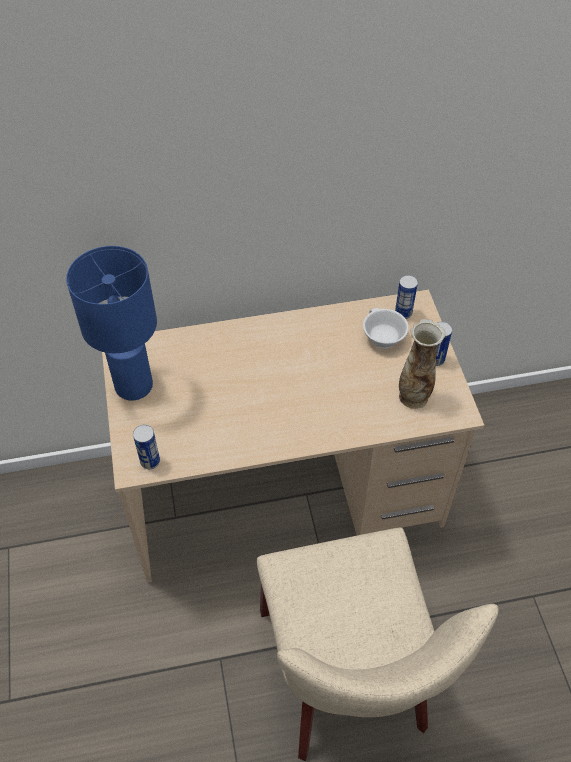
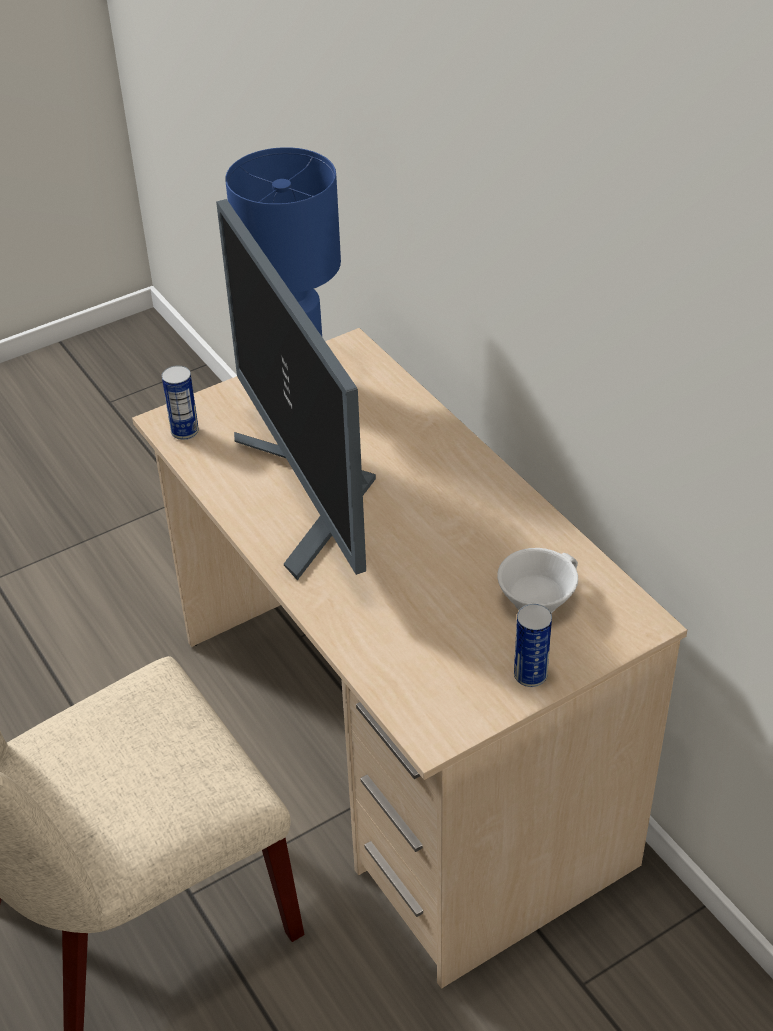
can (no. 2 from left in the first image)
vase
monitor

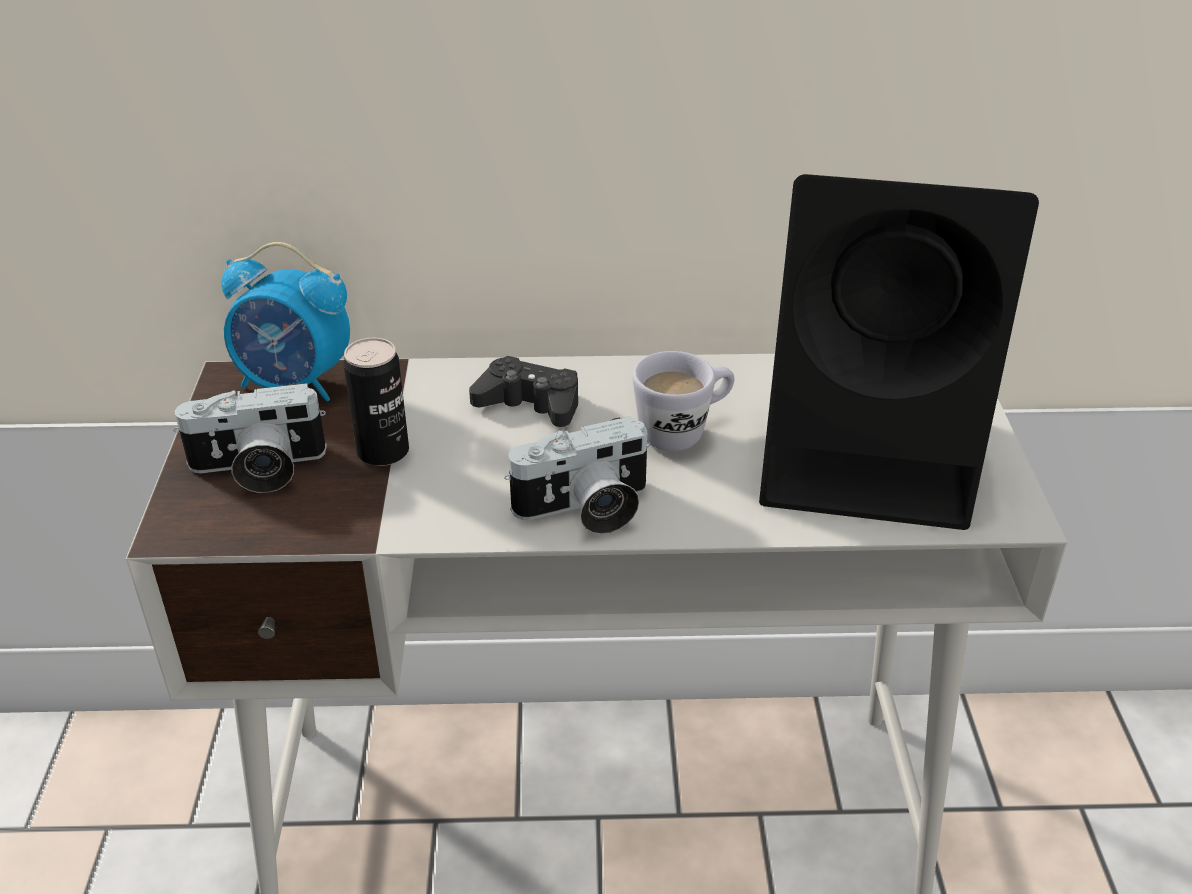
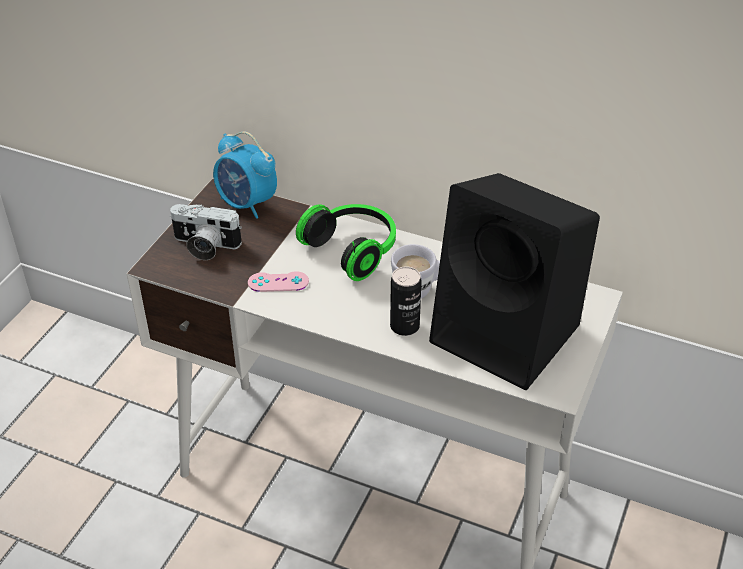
can
headphones
photo camera (no. 2 from left in the first image)
game controller (pink)

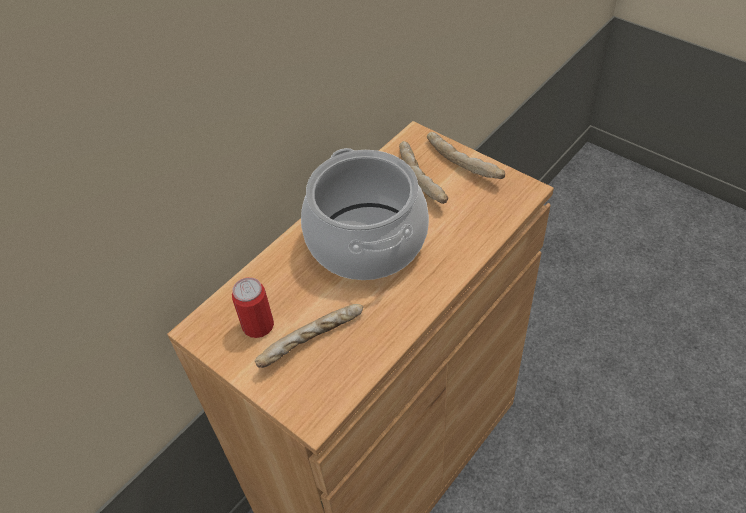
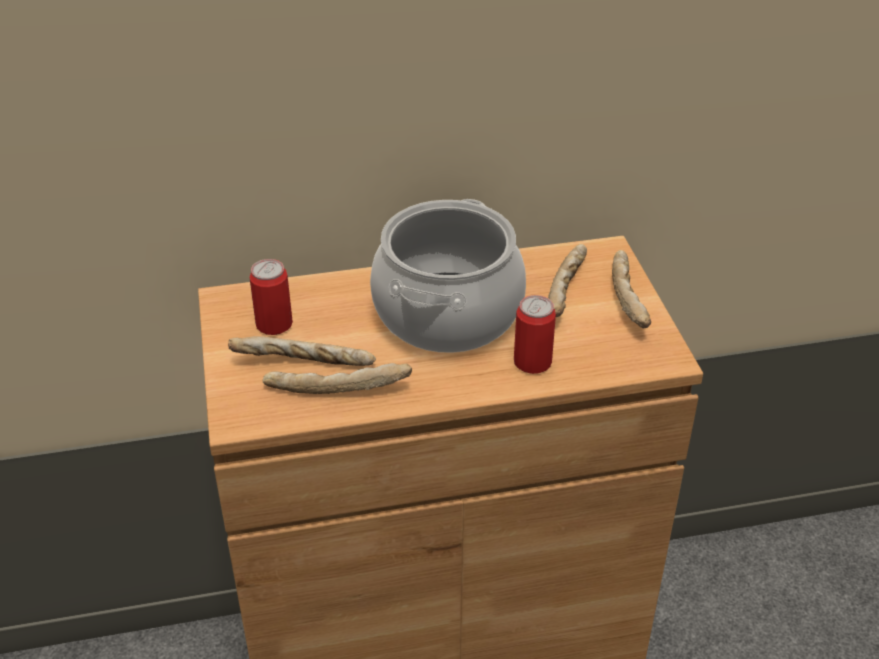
can (no. 2 from left)
bread (no. 2 from left)

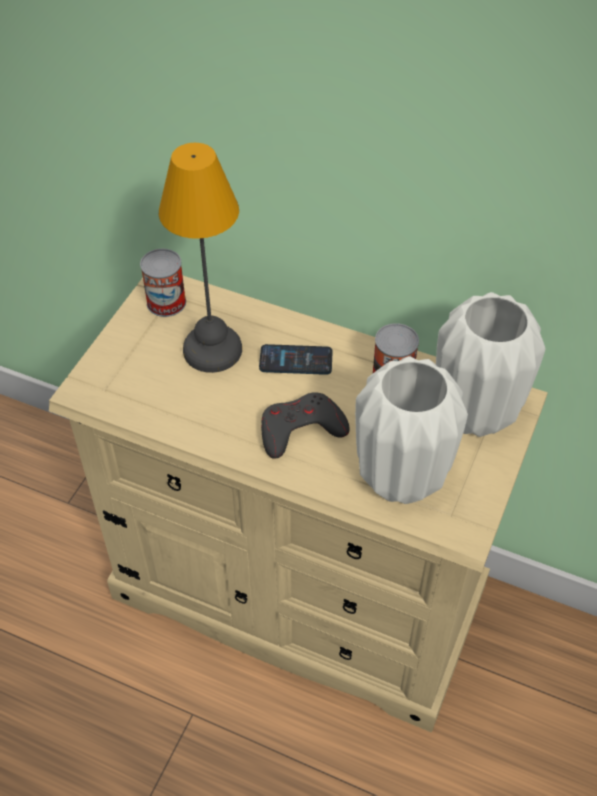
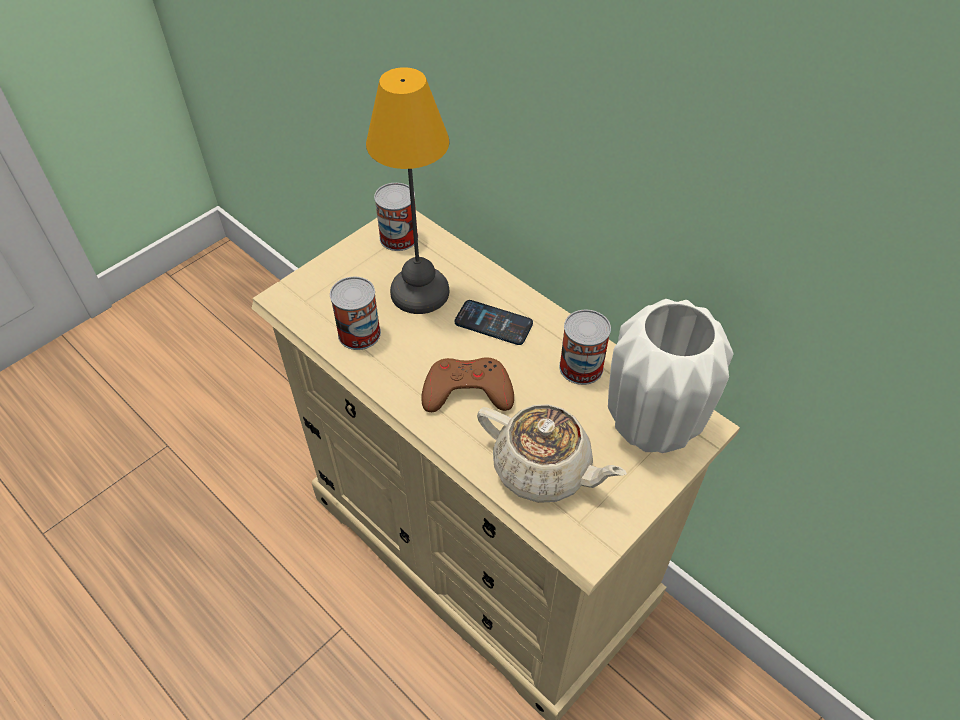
teapot (beige)
game controller (brown)
can (no. 1 from left)

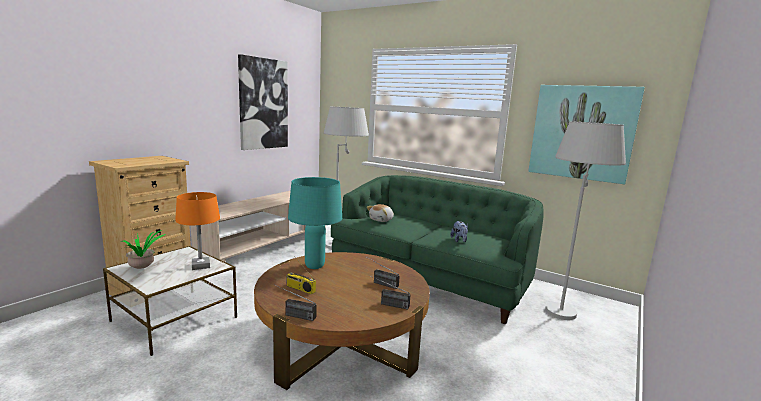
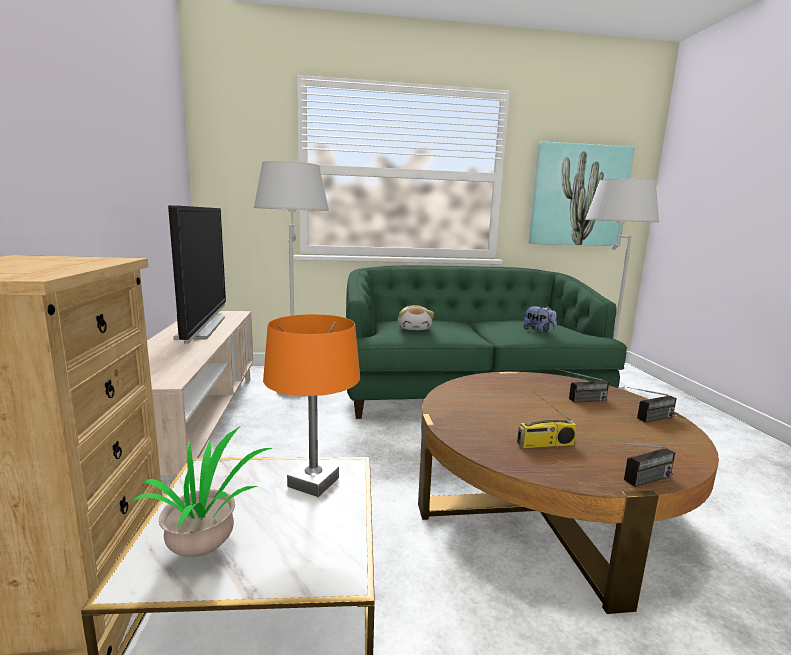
picture (no. 1 from left in the first image)
table lamp (turquoise)
television

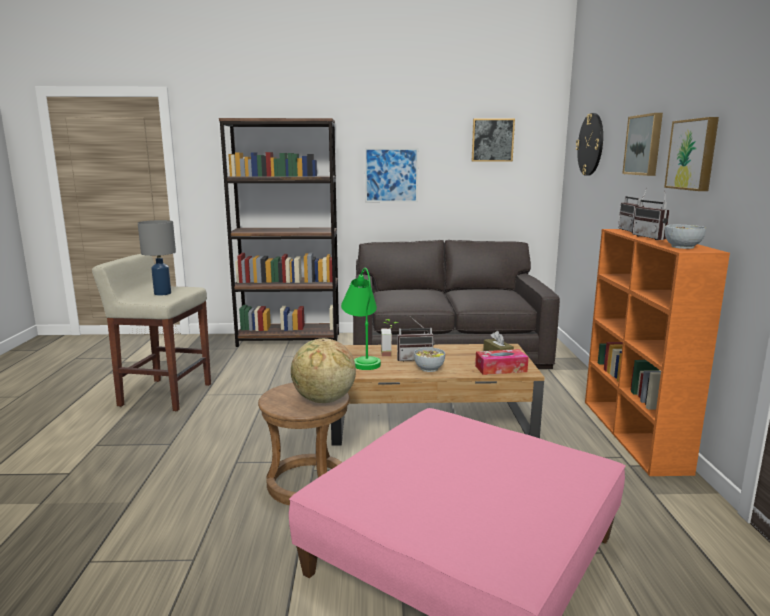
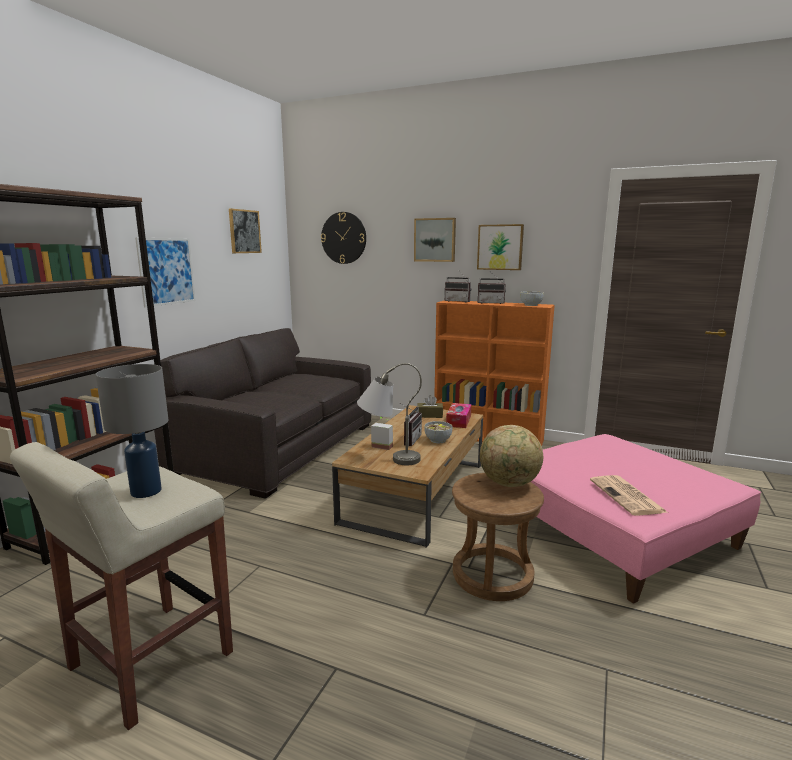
table lamp (grey) (no. 2 from left)
newspaper

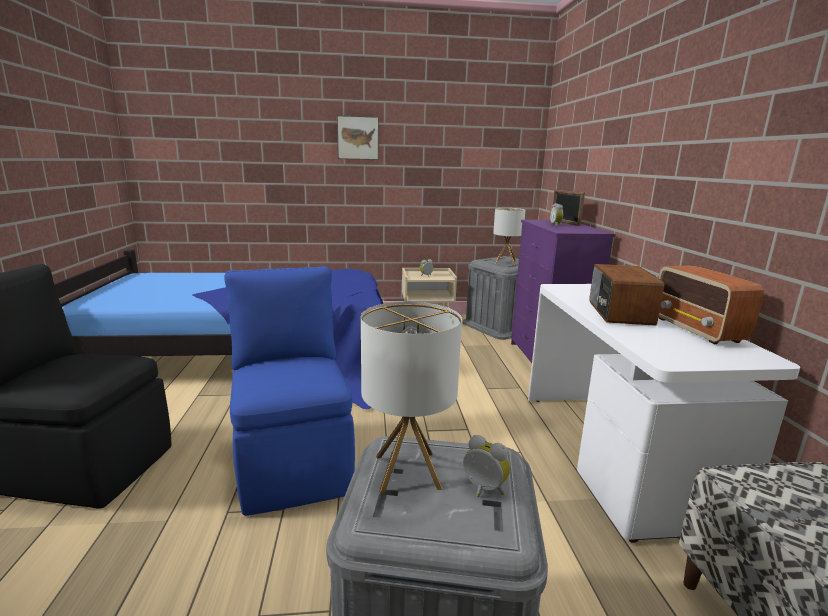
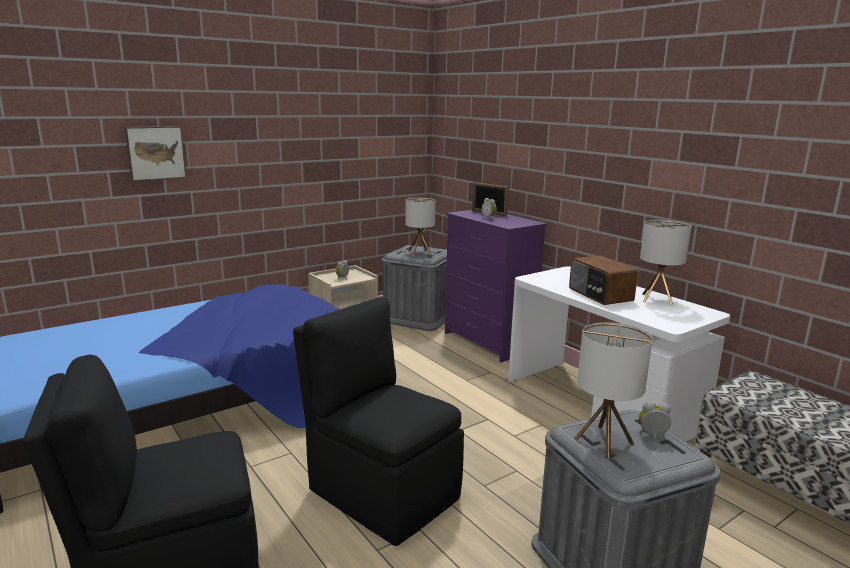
picture
chair (black) (no. 2 from left)
table lamp (no. 3 from left)

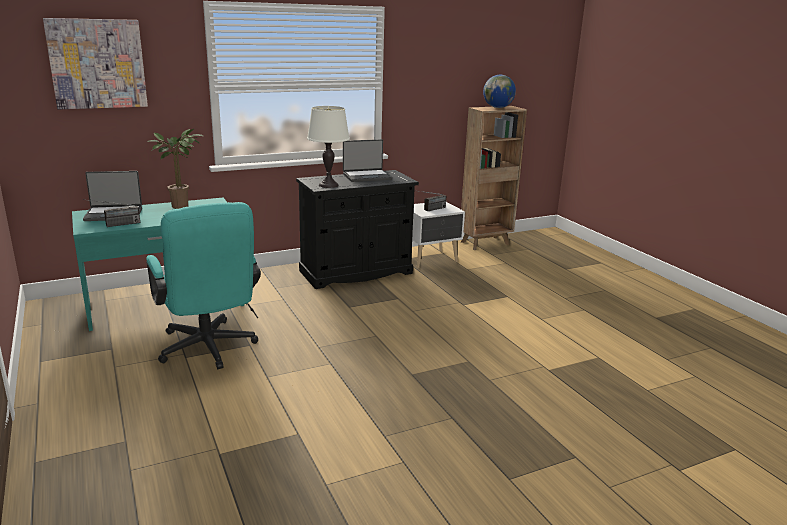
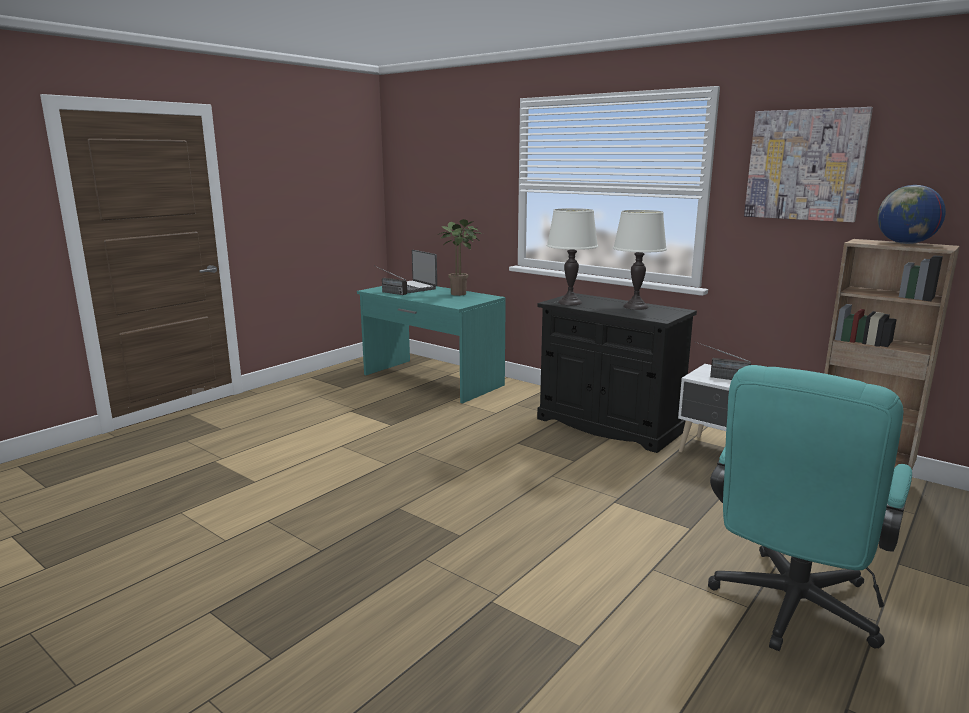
picture
table lamp (white) (no. 2 from left)
office chair (turquoise)

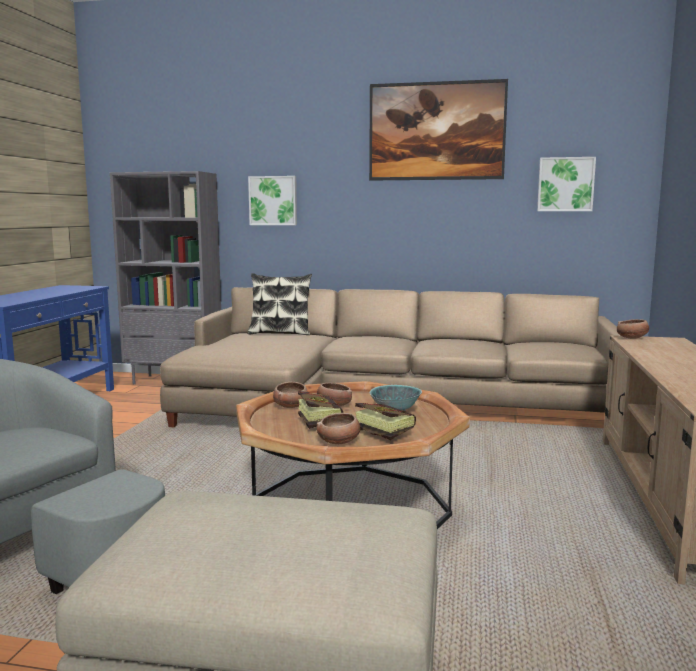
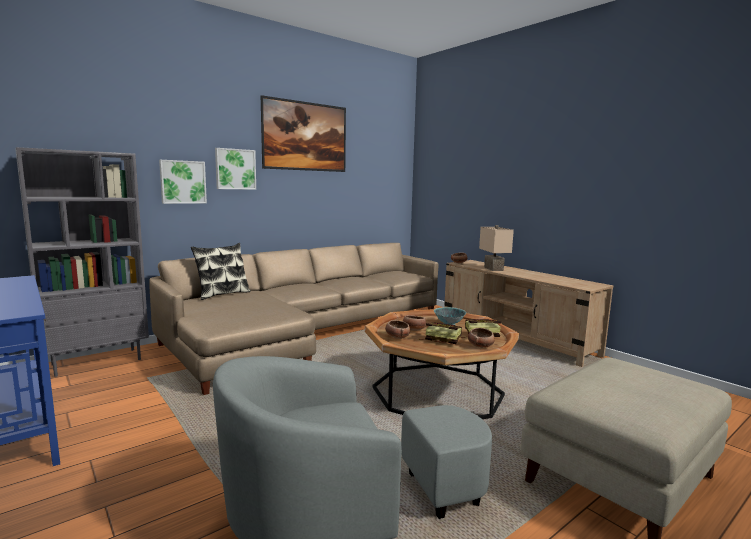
picture (no. 2 from left)
table lamp (beige)

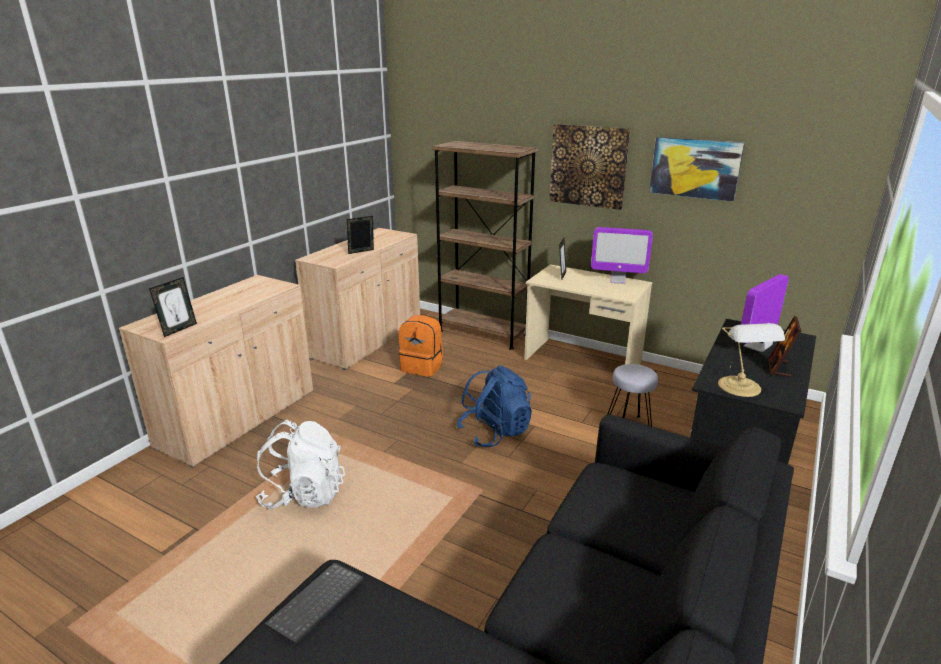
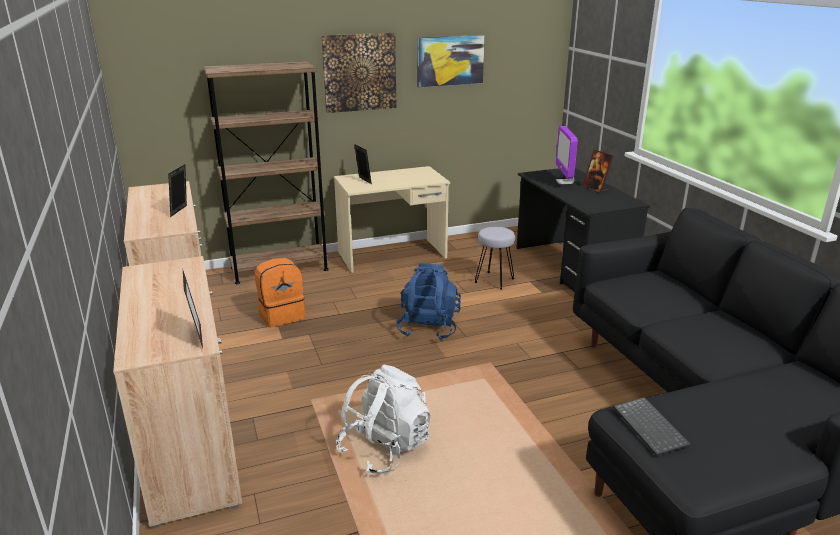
monitor (no. 1 from left in the first image)
table lamp

